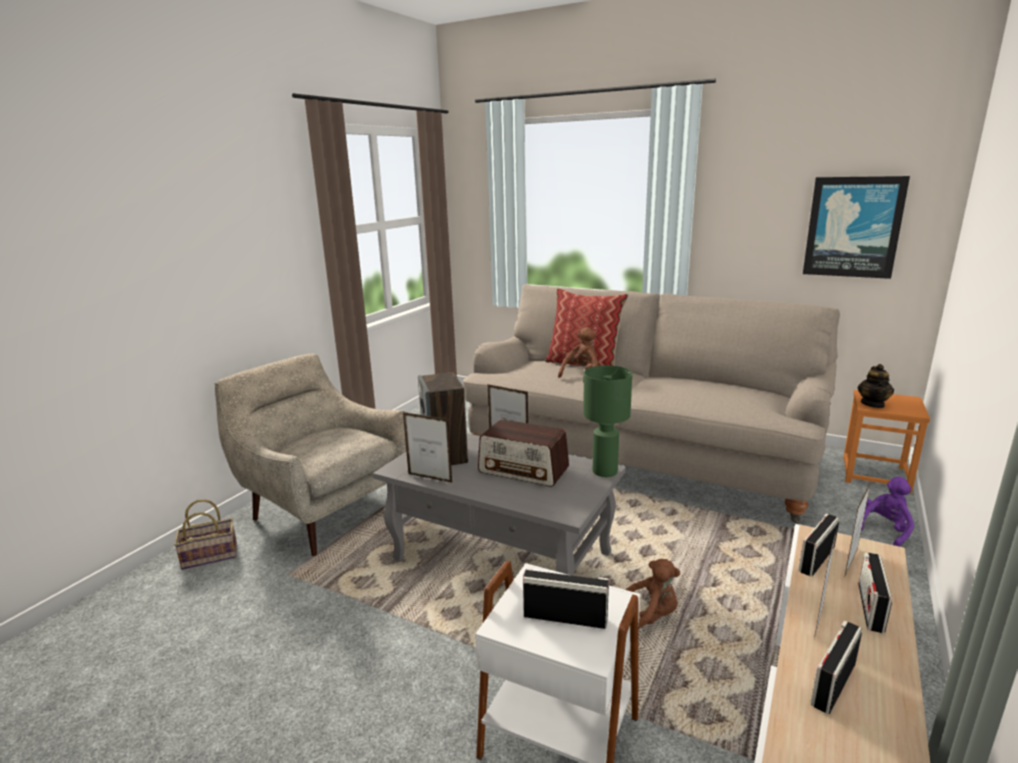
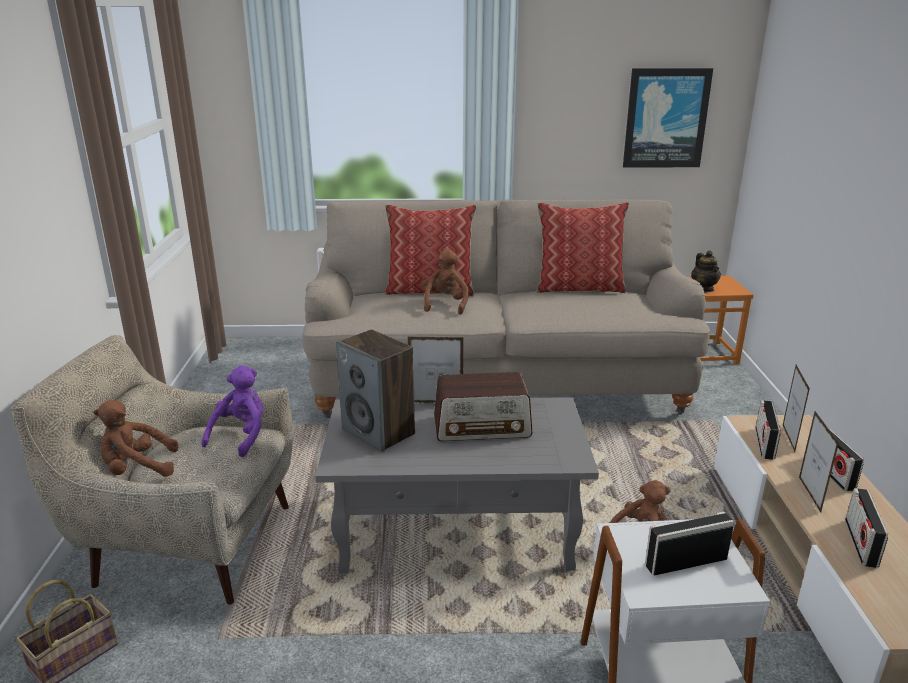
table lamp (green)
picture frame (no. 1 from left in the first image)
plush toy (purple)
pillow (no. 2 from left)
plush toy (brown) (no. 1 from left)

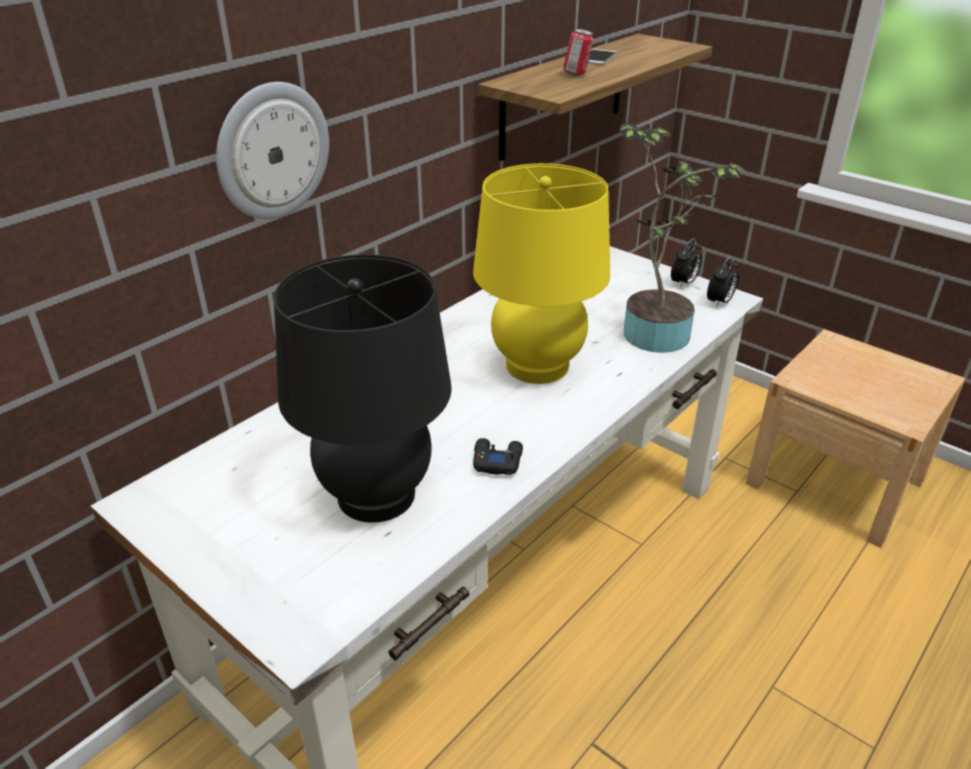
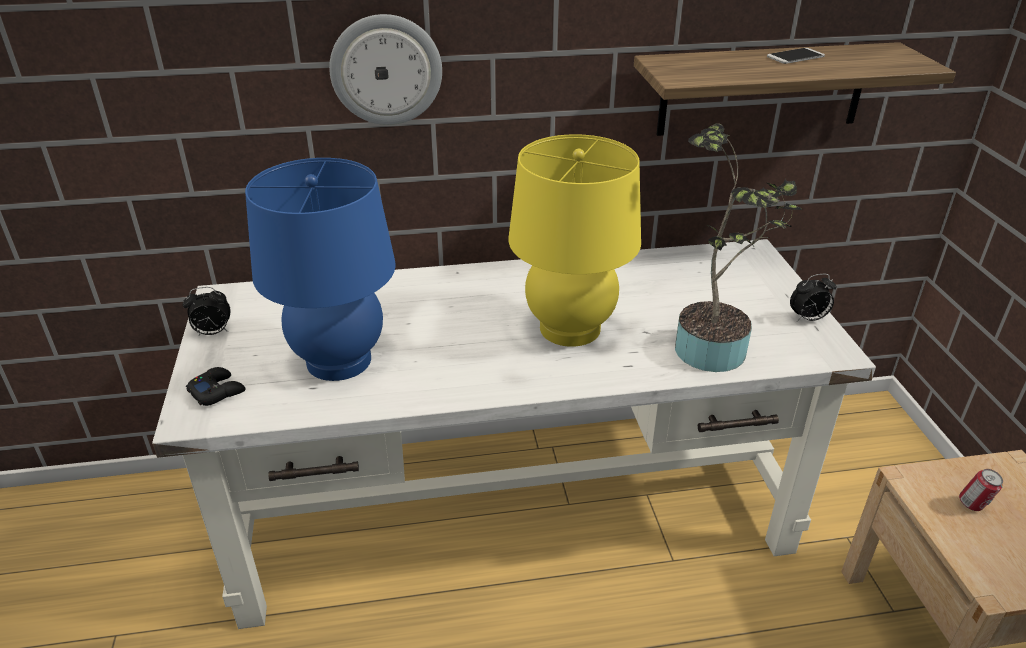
can
table lamp (blue)
alarm clock (no. 1 from left)
game controller (black)

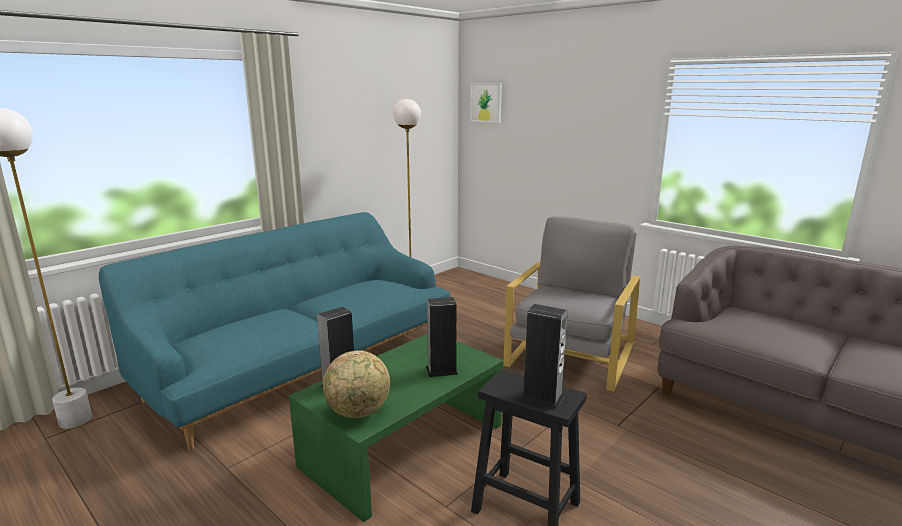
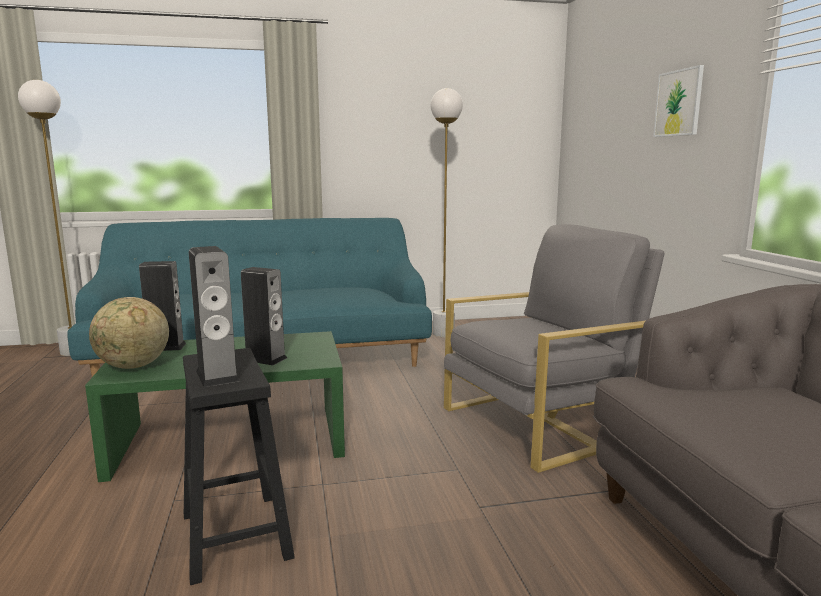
picture

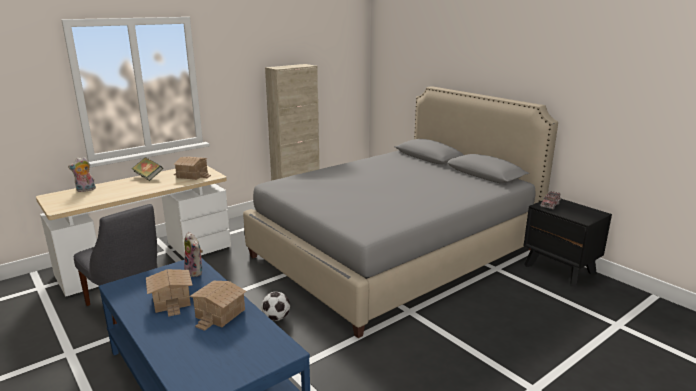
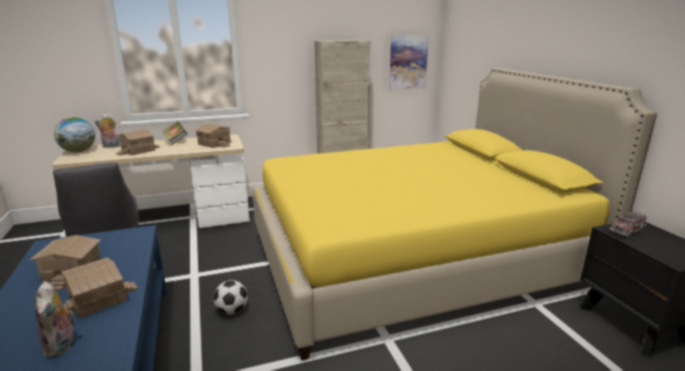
bed (yellow)
plush toy (no. 1 from left)
picture
globe
toy house (no. 3 from left)

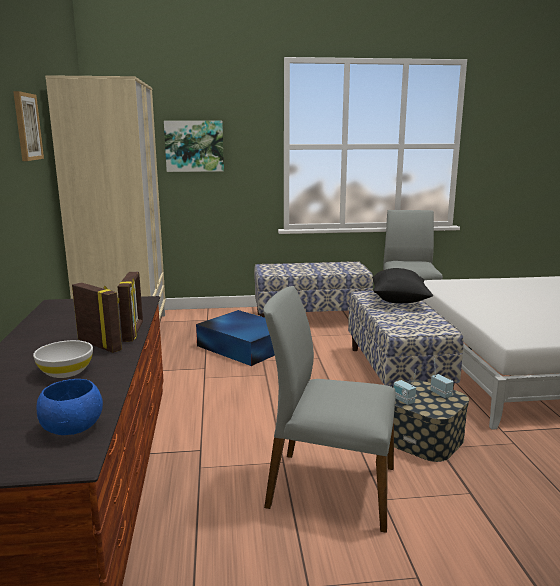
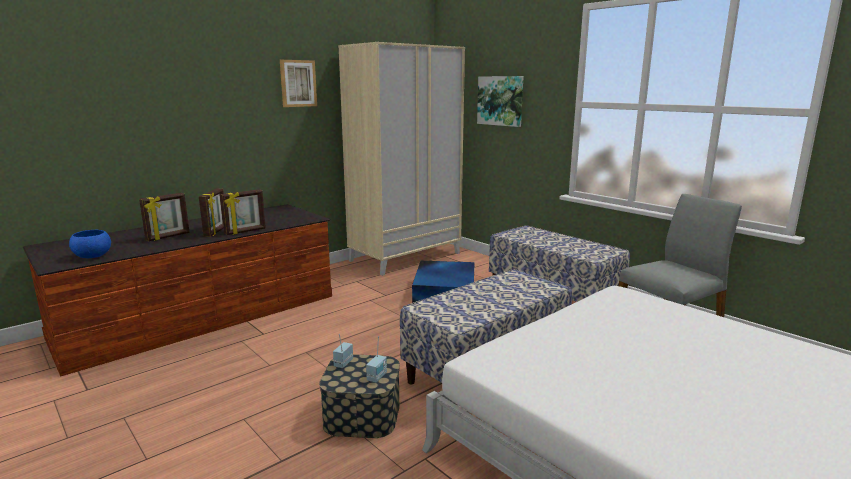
pillow (black)
chair (grey) (no. 1 from left in the first image)
picture frame (no. 1 from left)

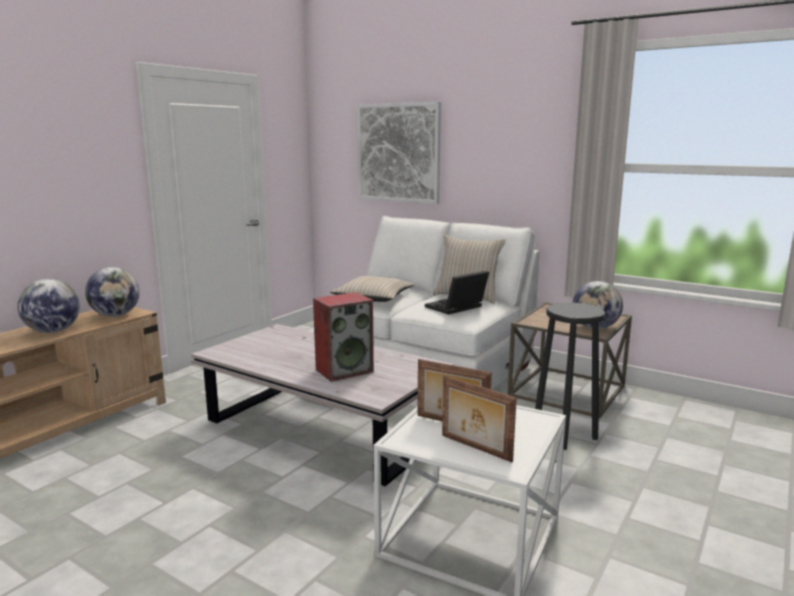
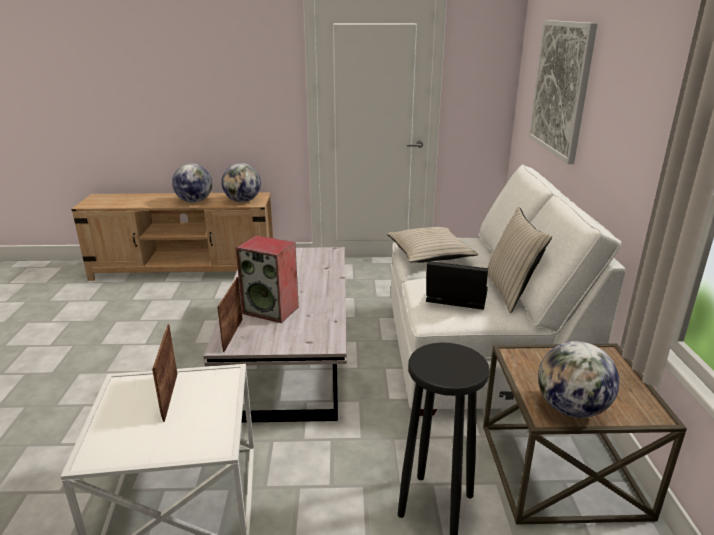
picture frame (no. 2 from left)

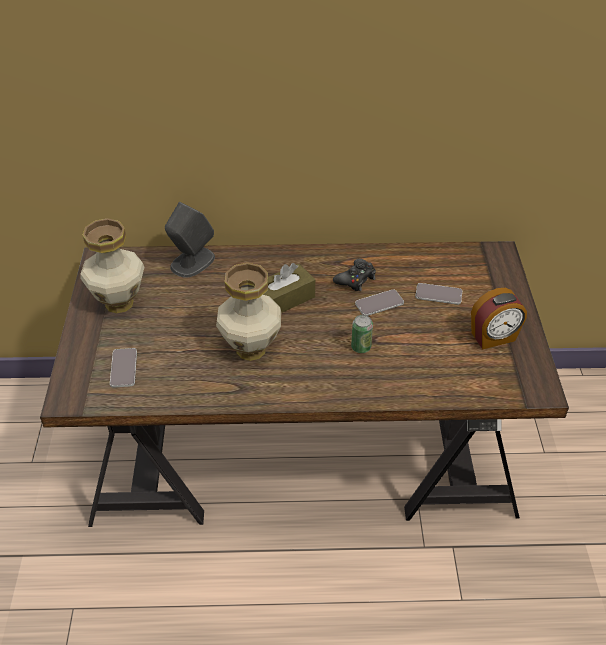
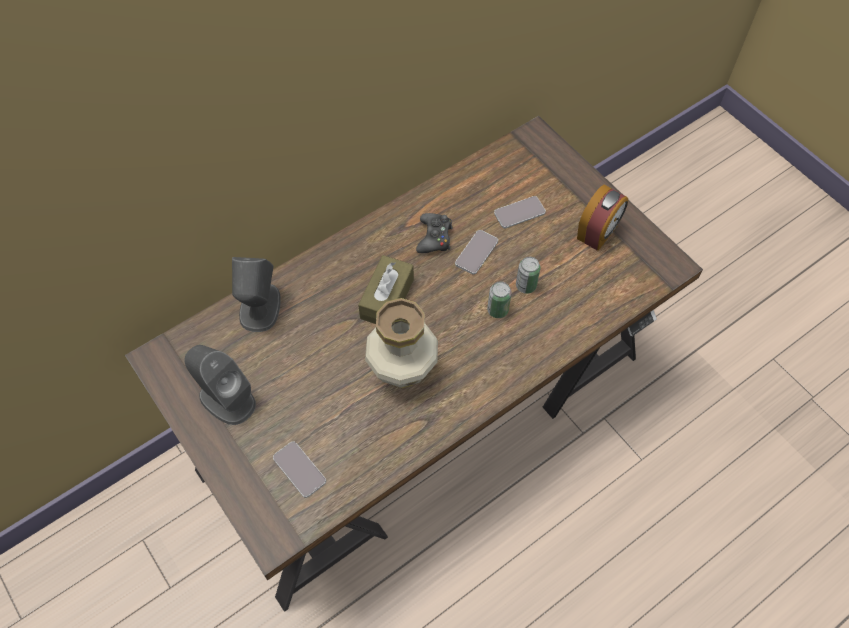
speaker (grey) (no. 1 from left)
can (no. 2 from left)

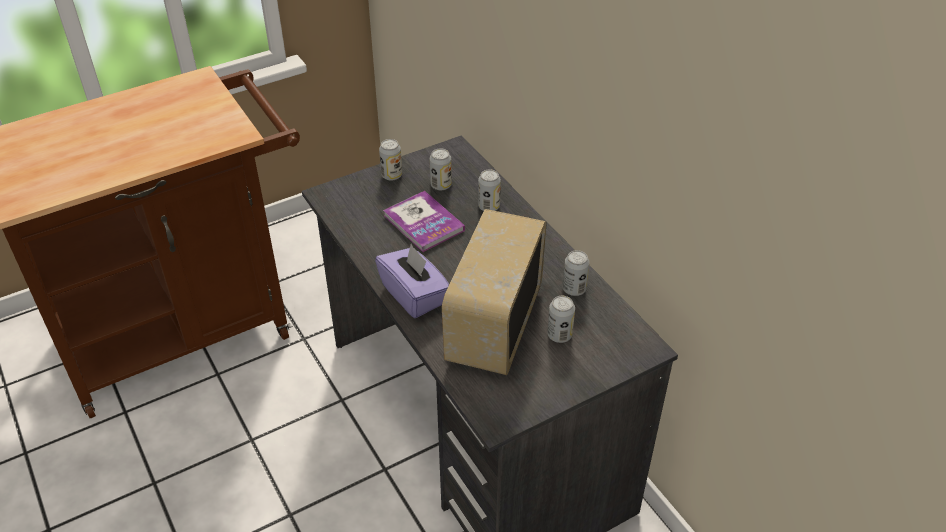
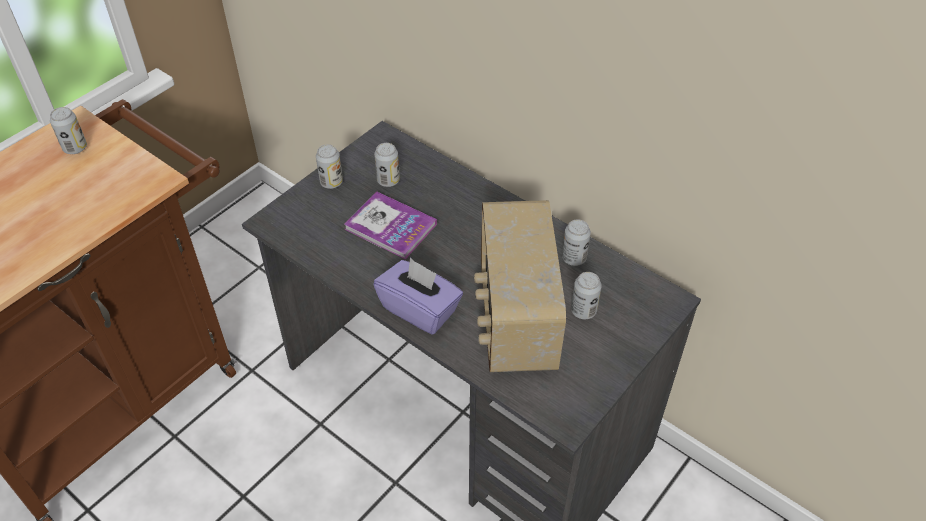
can (no. 1 from left)

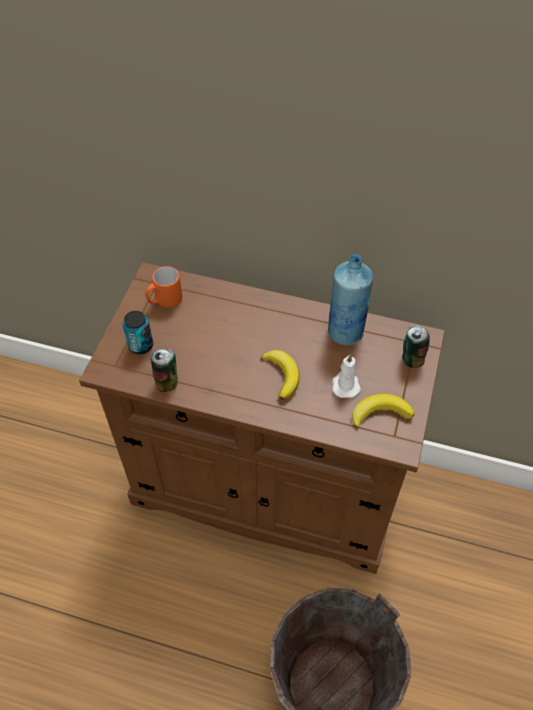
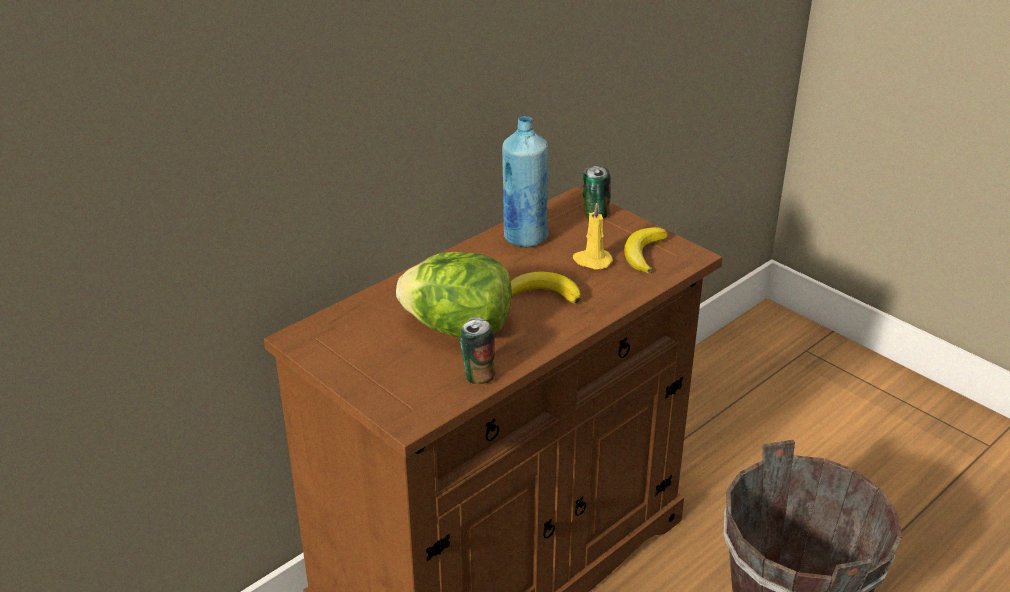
mug (orange)
can (no. 1 from left in the first image)
candle (yellow)
lettuce

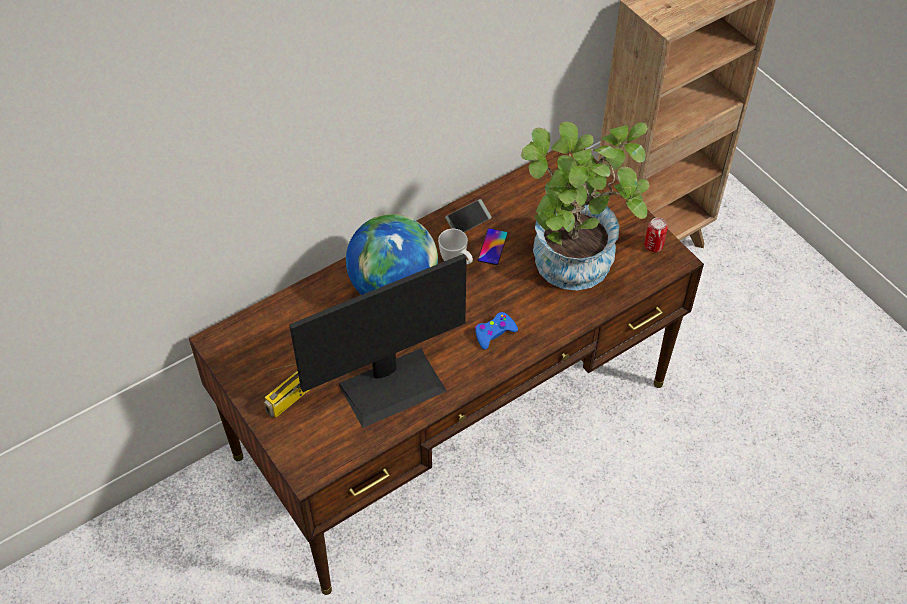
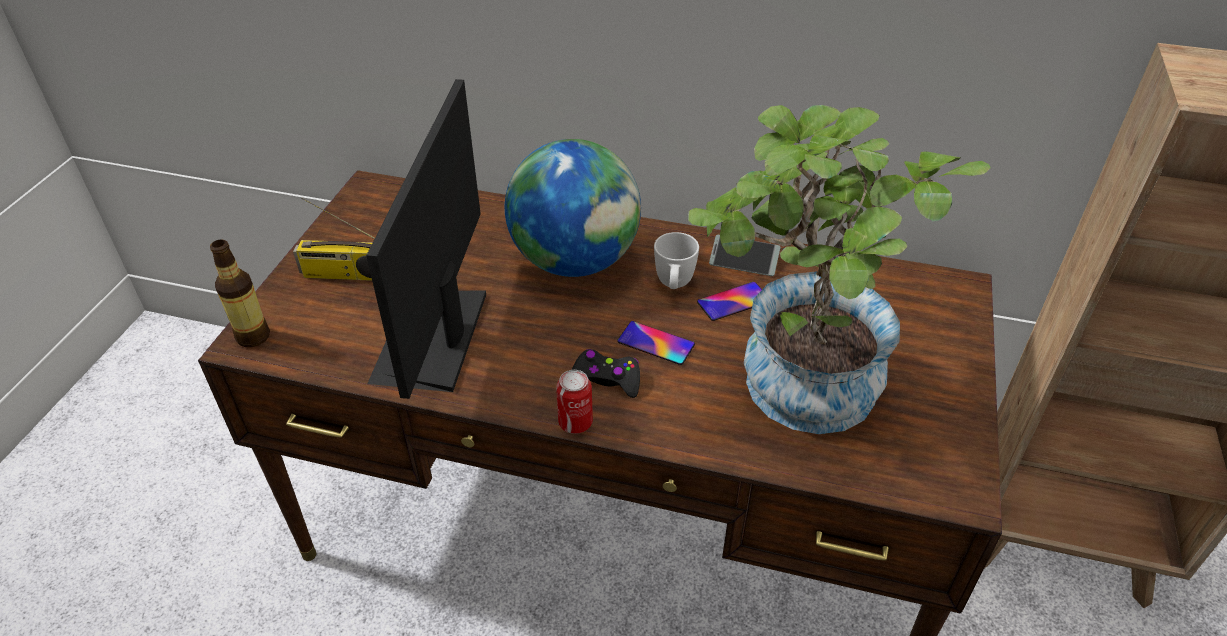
can
monitor
game controller (black)
bottle
phone (no. 1 from left)

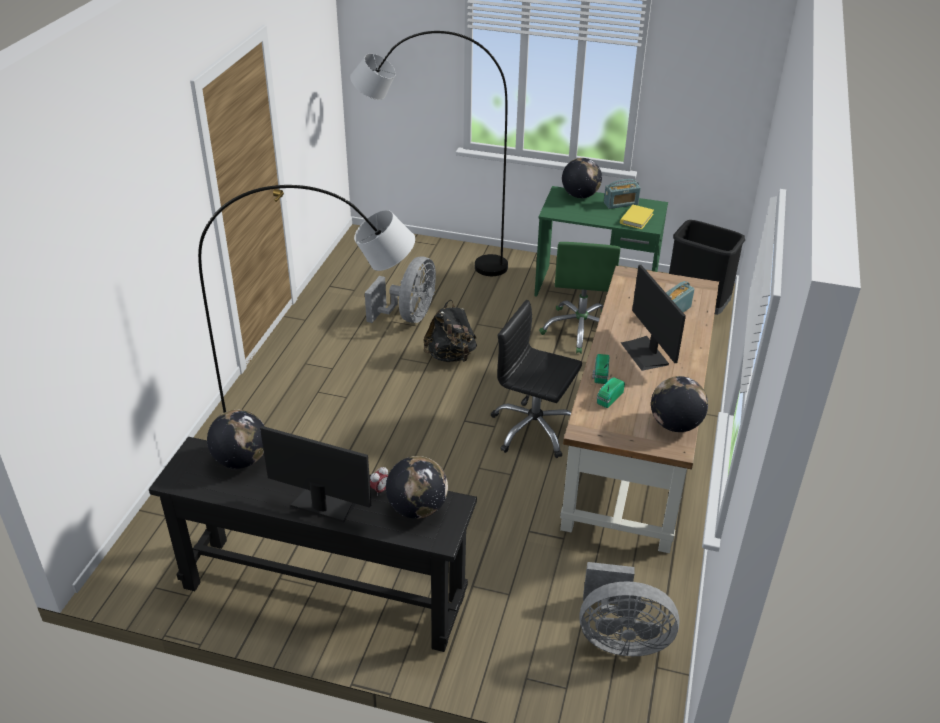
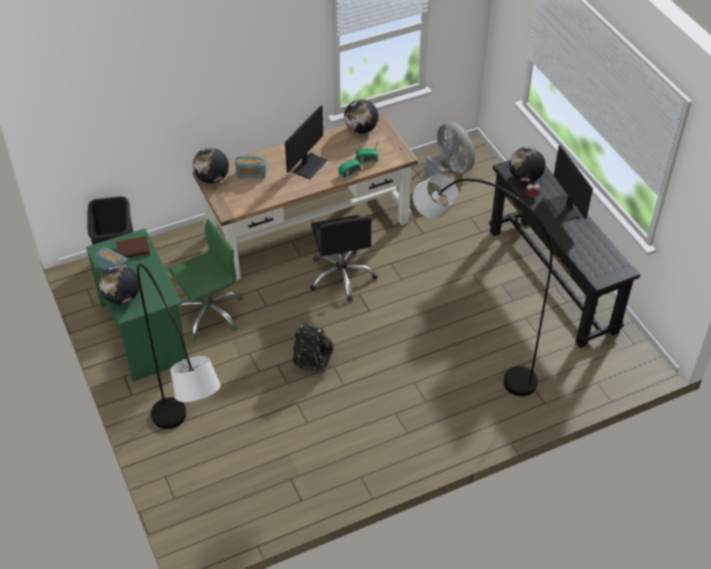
book (brown)
fan (grey) (no. 1 from left in the first image)
globe (no. 2 from left)

